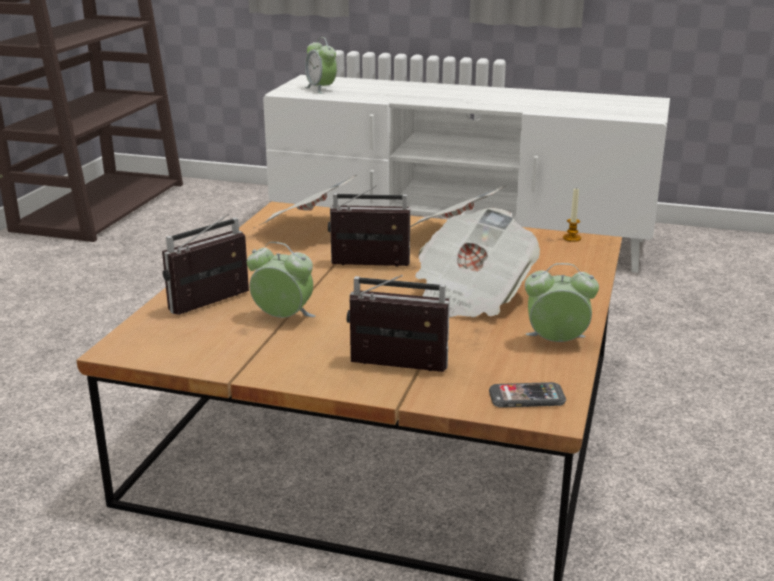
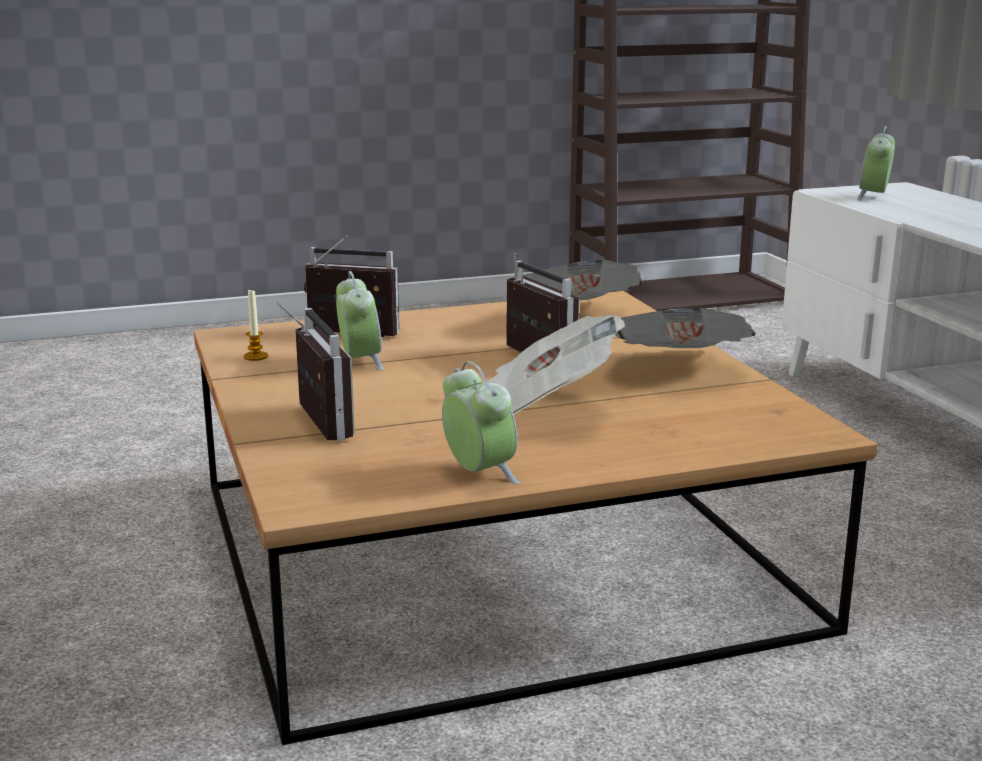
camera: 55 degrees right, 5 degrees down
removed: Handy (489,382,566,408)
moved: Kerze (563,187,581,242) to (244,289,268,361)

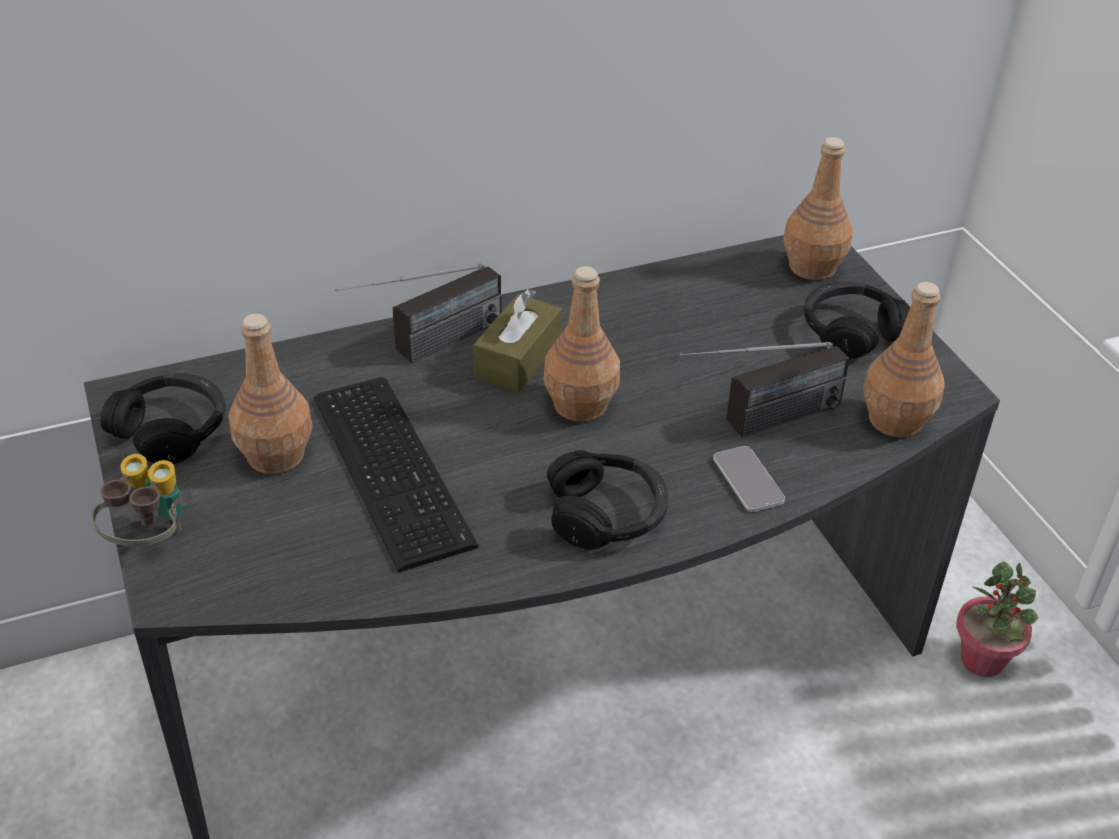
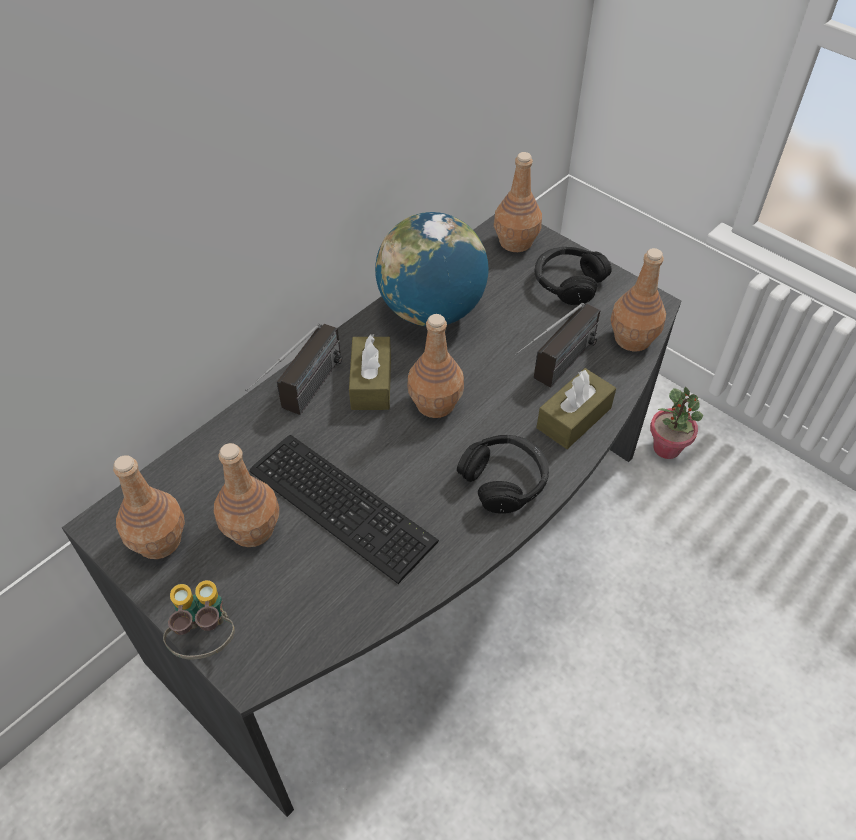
camera: 25 degrees left, 10 degrees up
added: Globus (375,212,488,327)
replaced: Kopfhörer/schwarz (100,374,225,464) to Flasche/braun (113,455,185,559); Handy (713,446,785,512) to Taschentuchbox/braun (537,368,616,449)

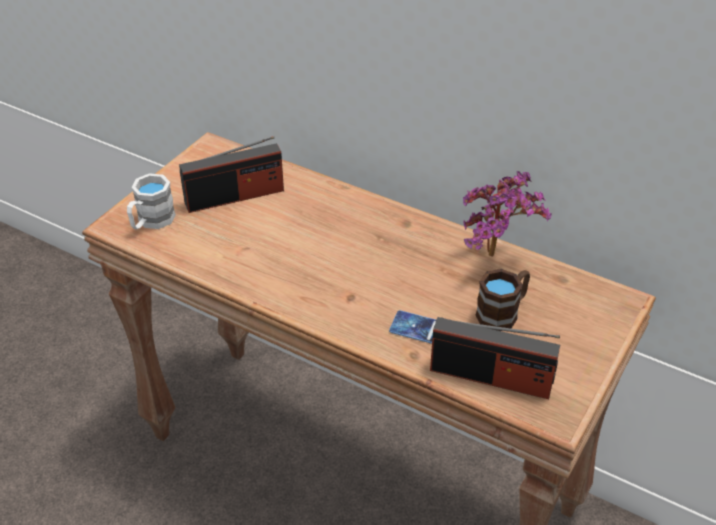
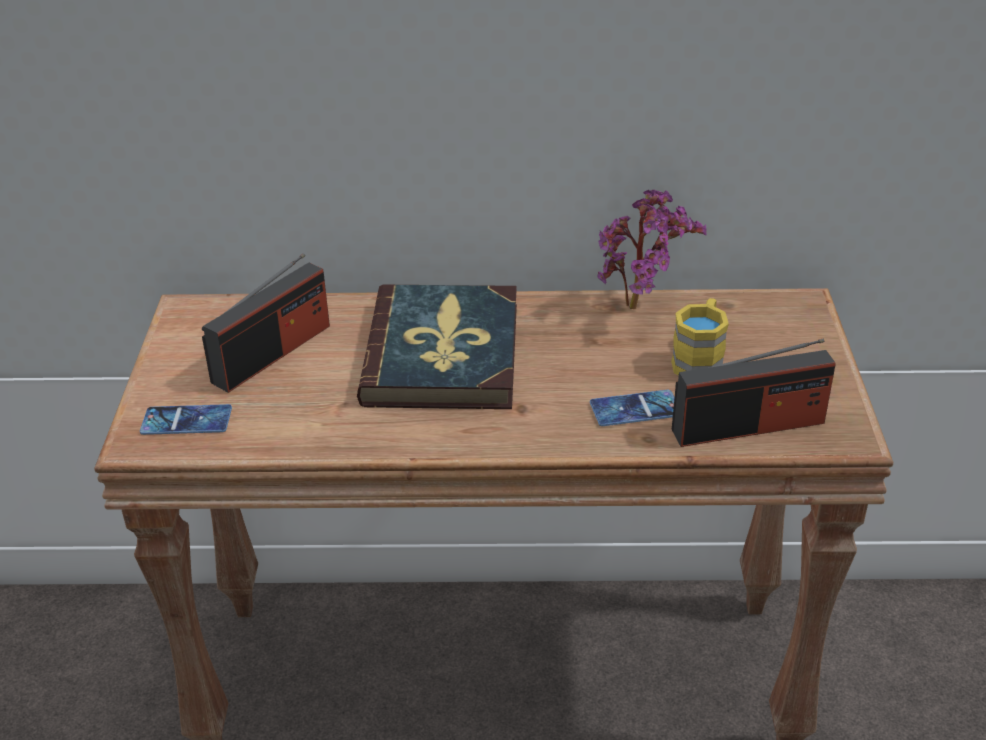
camera: 30 degrees left, 5 degrees down
added: Buch (357,285,517,409)
replaced: Henkelbecher/weiß (127,173,176,229) to Handy (140,404,232,435)
recoloured: Henkelbecher/braun (476,269,530,331) to Henkelbecher/gelb (671,298,729,376)

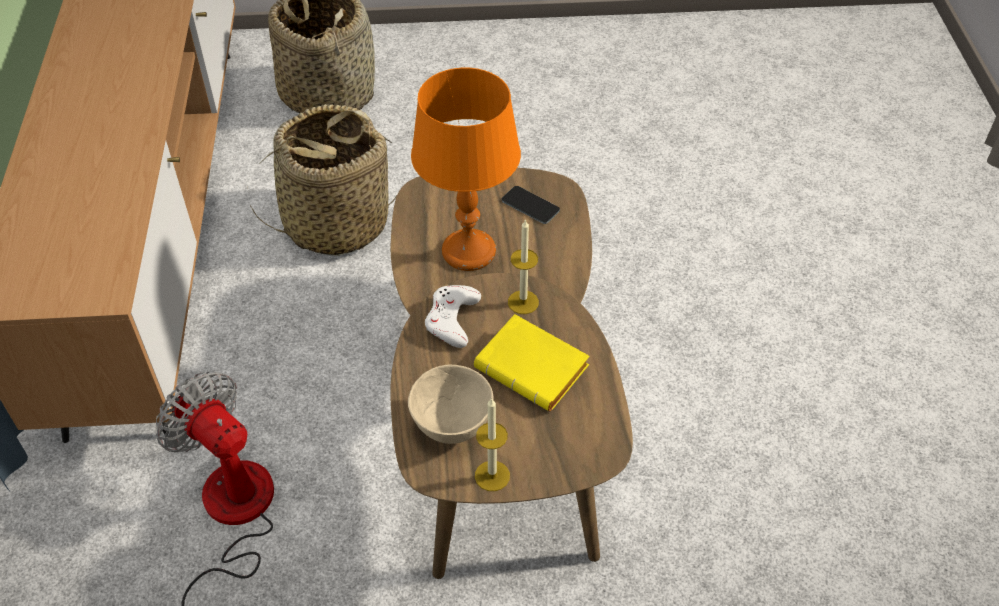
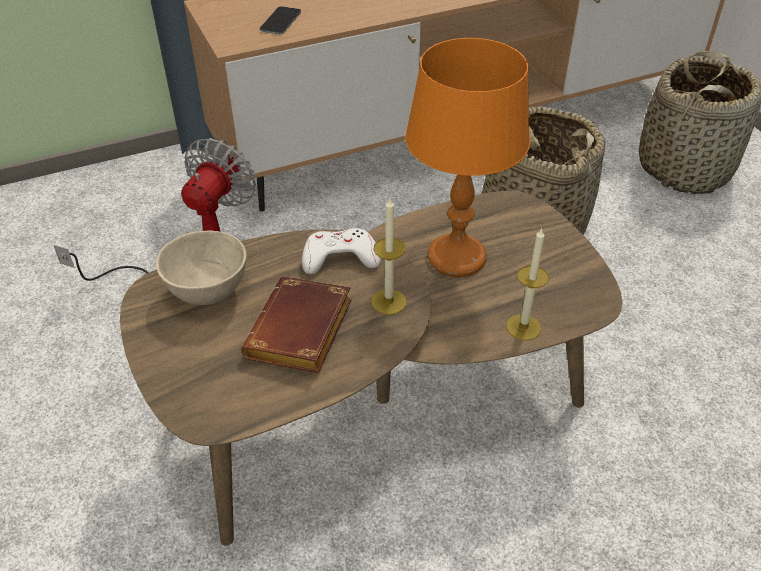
camera: 70 degrees right, 5 degrees down
moved: Kerze (475,398,510,491) to (506,228,549,340); Handy (501,186,560,224) to (260,6,301,34)
recoloured: Buch/gelb (474,314,590,412) to Buch/braun (241,276,352,373)

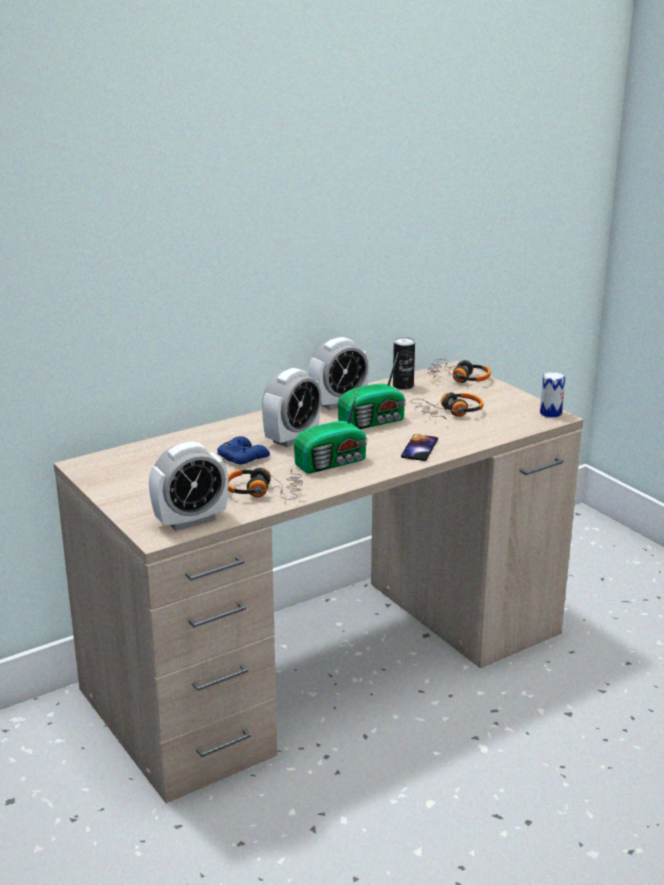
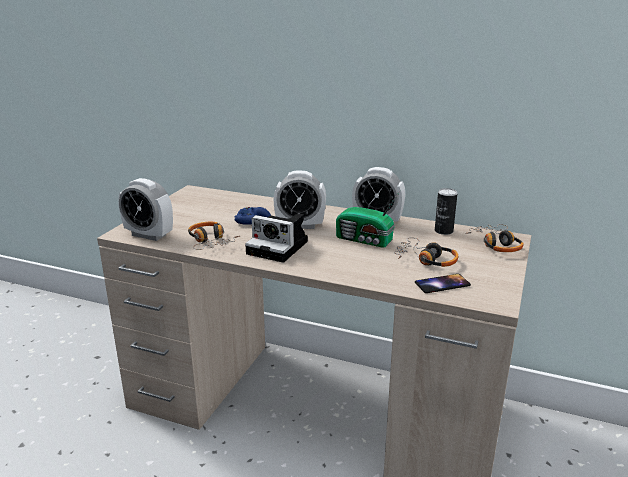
camera: 55 degrees right, 0 degrees up
removed: Dose (540,372,565,418)
moved: Handy (401,434,438,461) to (415,274,471,293)
replaced: Radio (294,388,367,474) to Kamera (245,214,308,263)

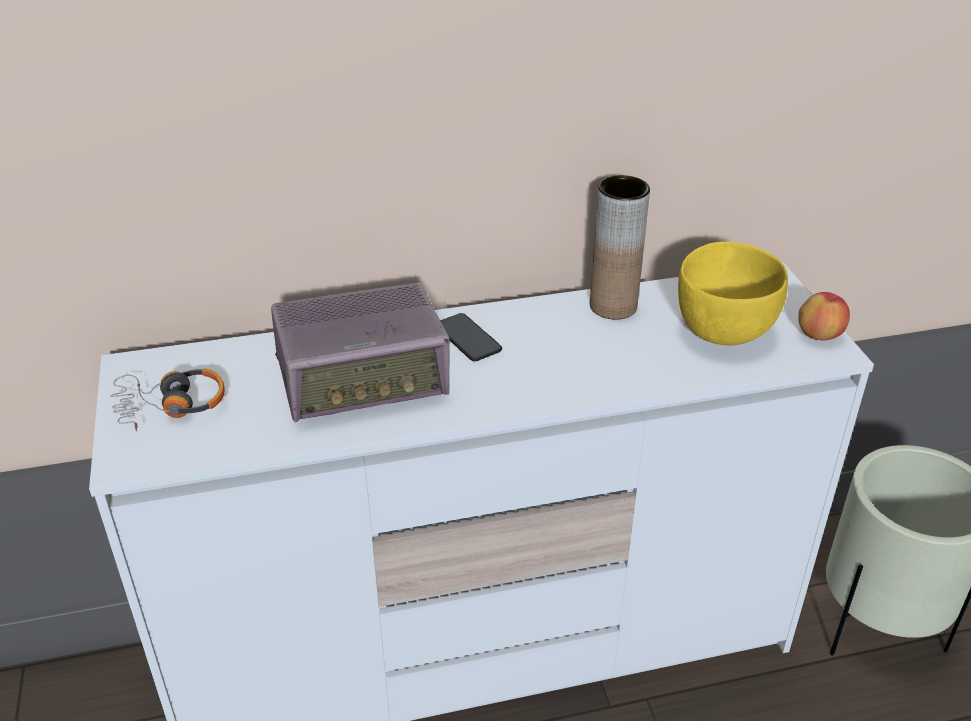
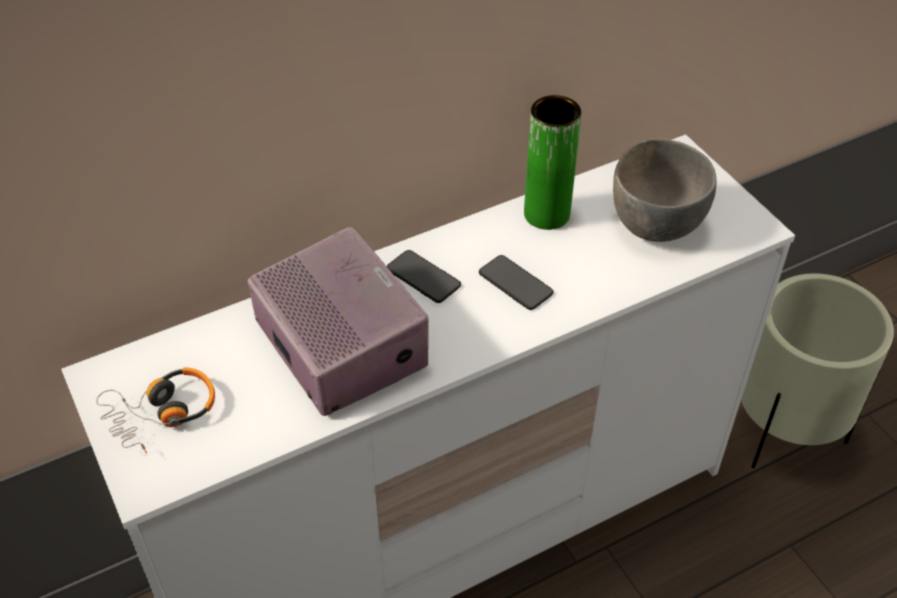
camera: 15 degrees left, 10 degrees up
removed: Apfel (798,292,850,340)
added: Handy (479,255,554,310)
recoloured: Vase/braun (590,175,650,320) to Vase/grün (524,95,581,230); Schüssel/gelb (678,242,788,346) to Schüssel/grau (613,139,717,242)
turned: Radio (271,283,450,422) = (248,227,429,416) 90 degrees counterclockwise

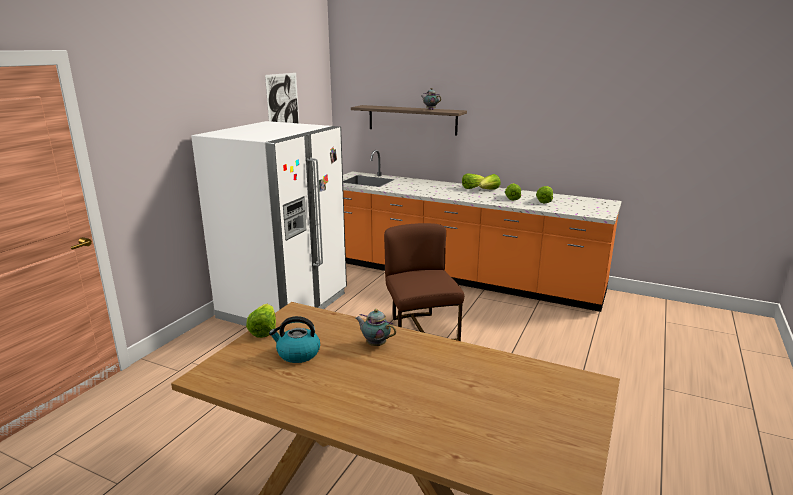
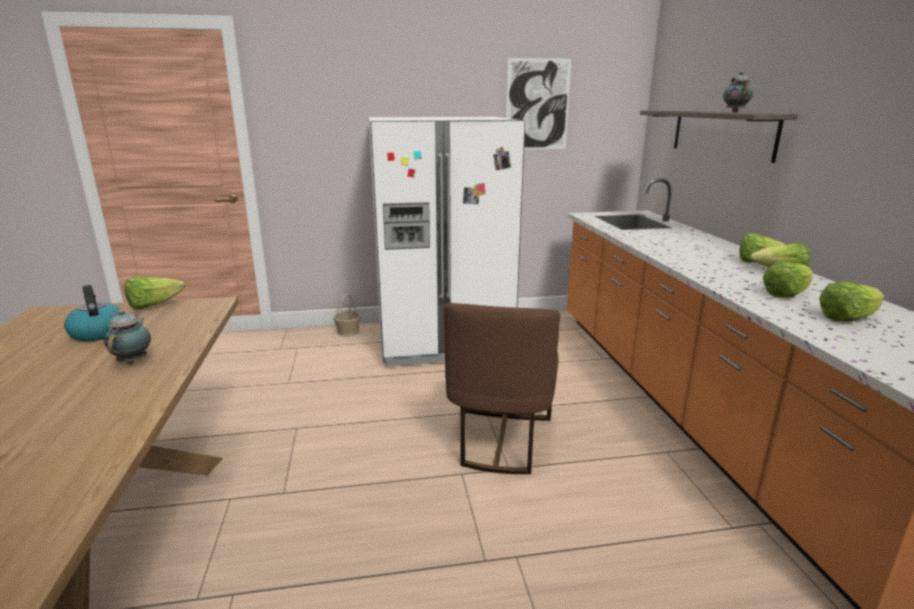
camera: 55 degrees right, 0 degrees up
added: Korb (334,294,361,337)
turned: Stuhl/braun (384,223,464,341) = (444,303,560,474) 150 degrees clockwise

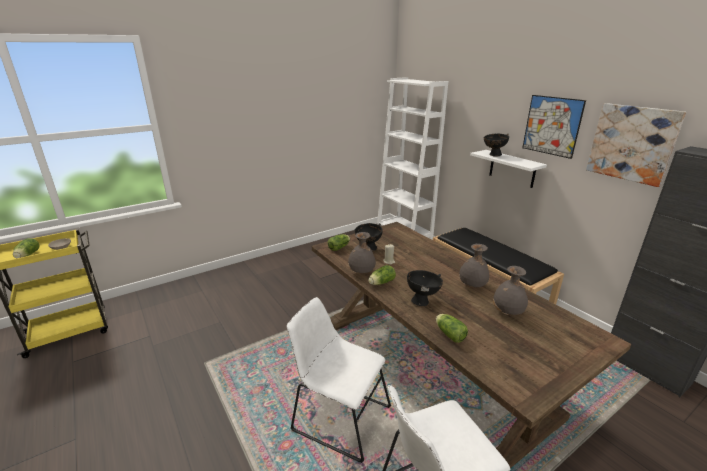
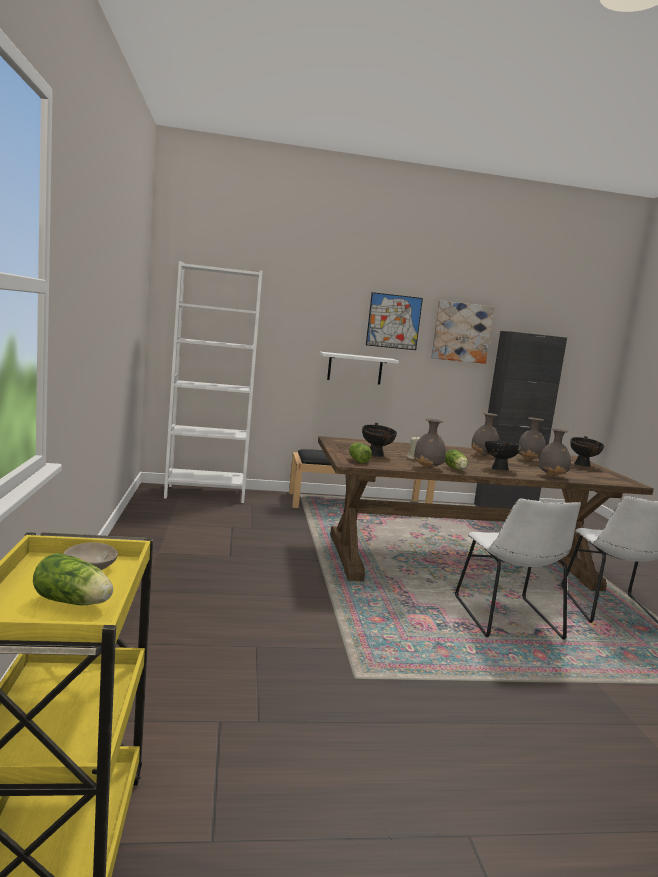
camera: 65 degrees left, 15 degrees down
moved: Schüssel/schwarz (484,133,509,157) to (570,436,604,467)
replaced: Salatkopf (436,314,468,343) to Vase/grau (538,428,571,476)
turned: Stuhl/weiß (287,297,391,463) = (455,499,581,639) 60 degrees counterclockwise

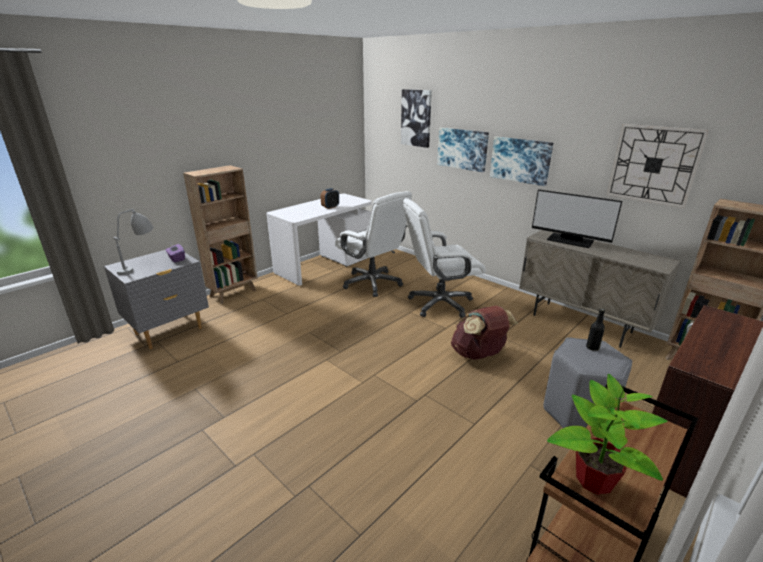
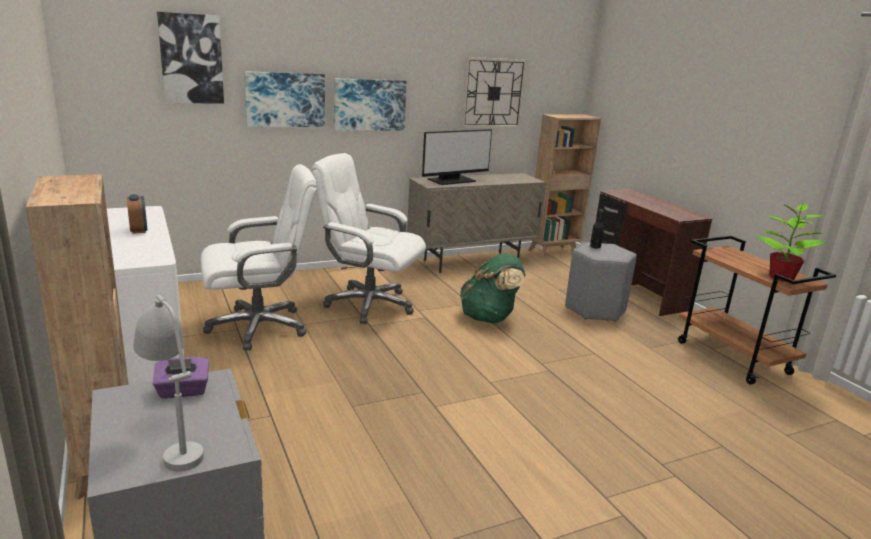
camera: 70 degrees left, 5 degrees down
recoloured: Rucksack/braun (451,306,518,360) to Rucksack/grün (460,253,526,324)
turned: Bürostuhl/weiß (403,198,486,318) = (312,153,426,324) 105 degrees clockwise

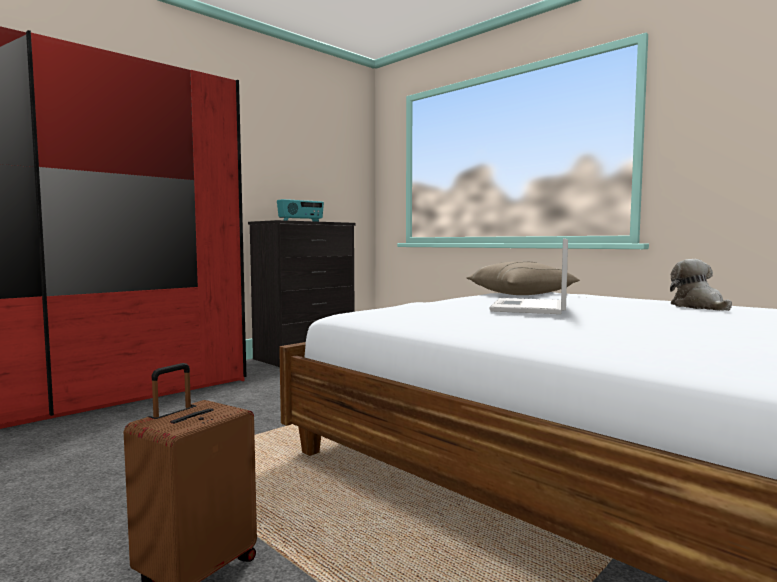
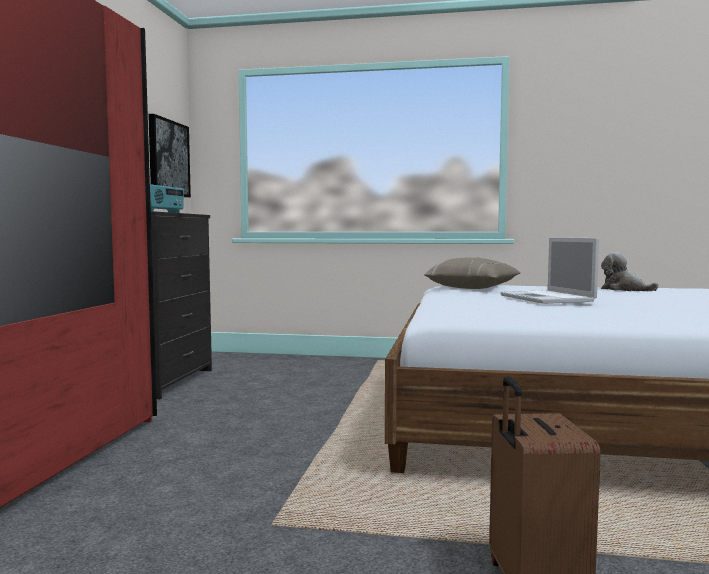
camera: 35 degrees left, 0 degrees up
added: Bild (148,114,191,198)

